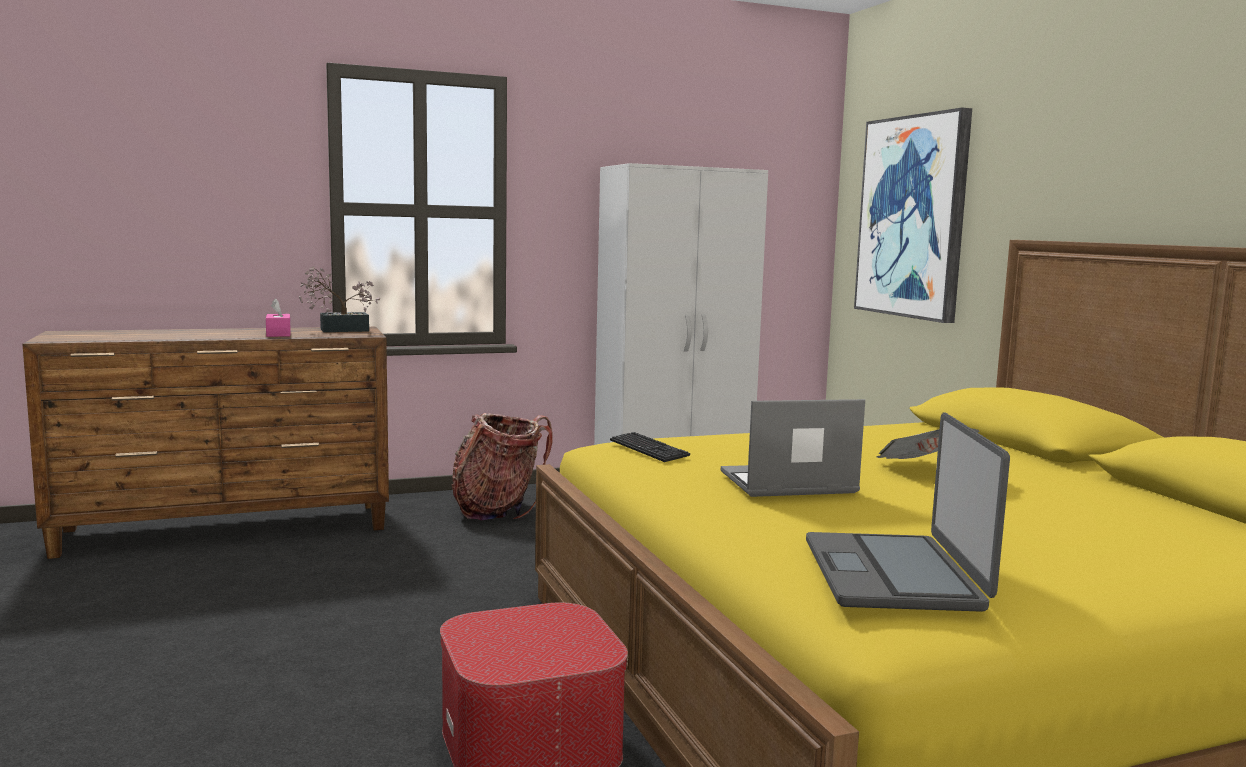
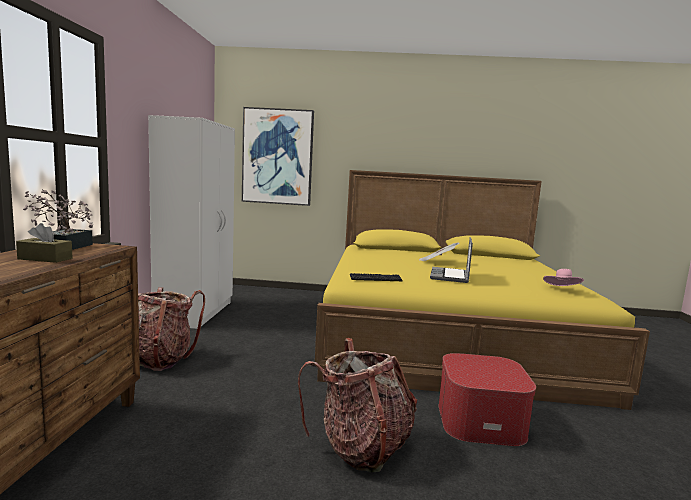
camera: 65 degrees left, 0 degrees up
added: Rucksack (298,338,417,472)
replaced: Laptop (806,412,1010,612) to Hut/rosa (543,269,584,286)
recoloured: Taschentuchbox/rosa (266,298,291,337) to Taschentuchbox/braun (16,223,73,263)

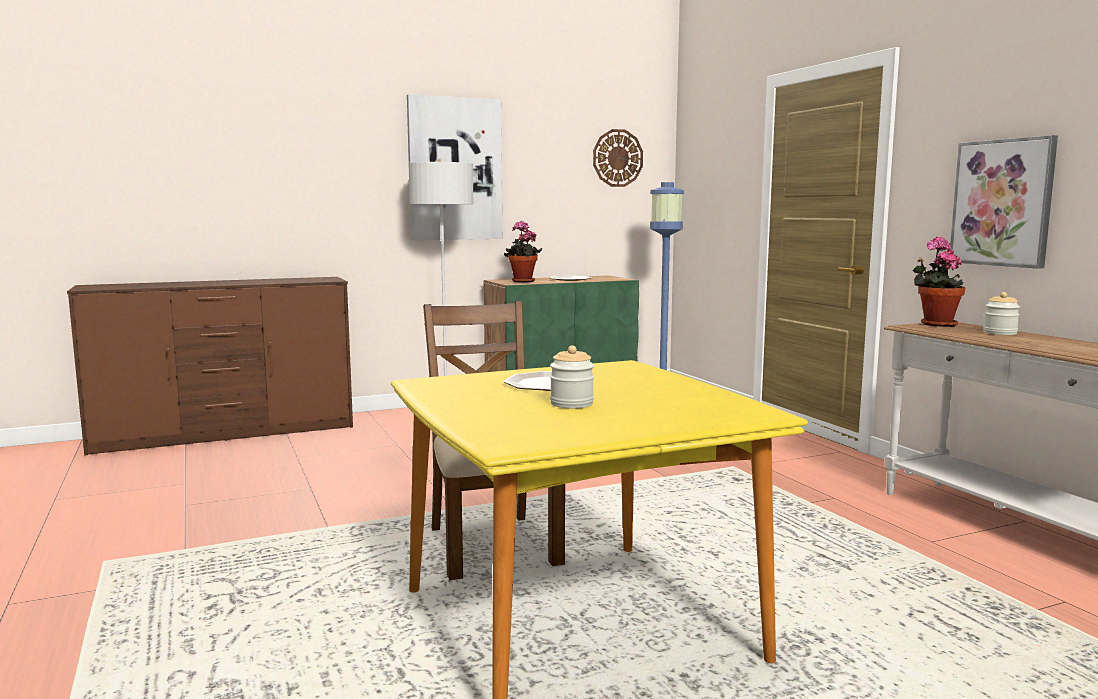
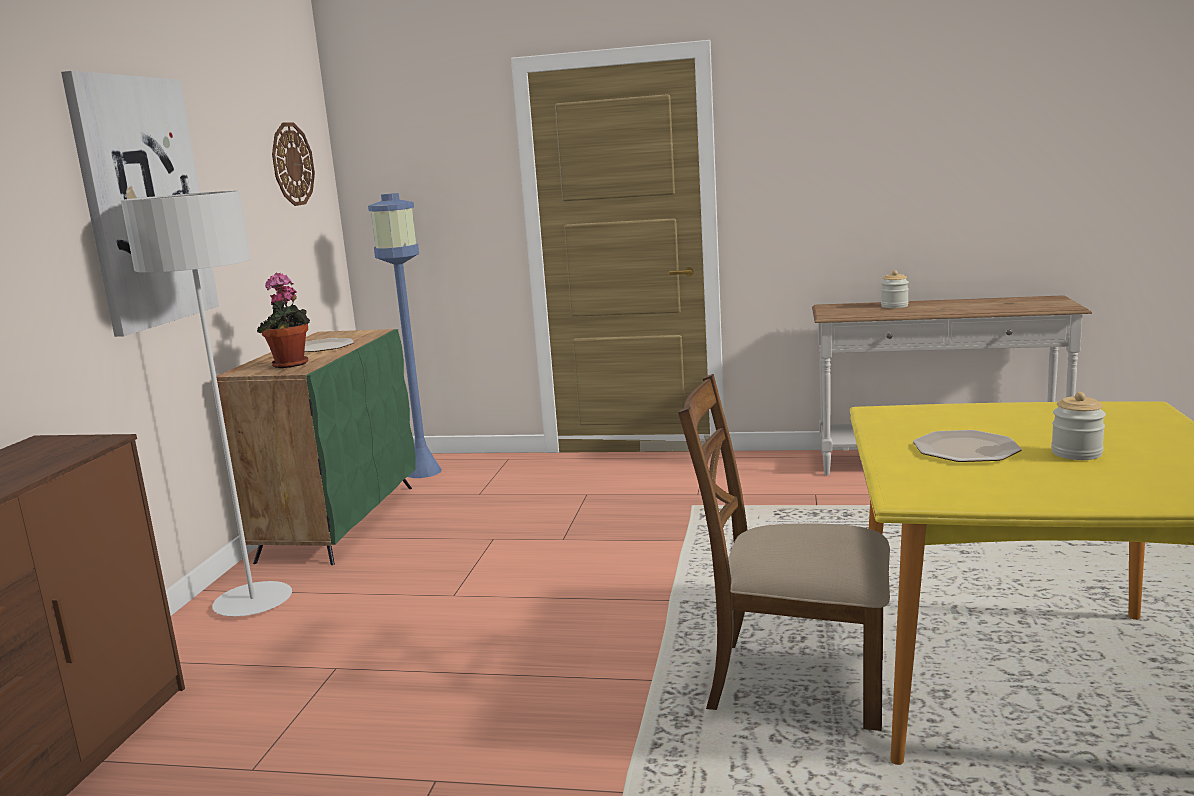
camera: 55 degrees left, 5 degrees up
removed: Topfpflanze (913,236,965,327); Bild (950,135,1058,269)

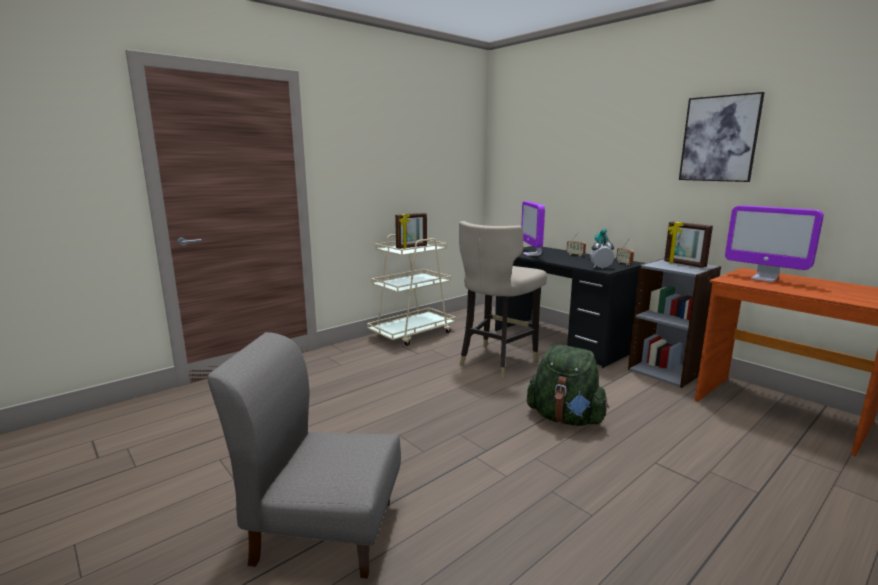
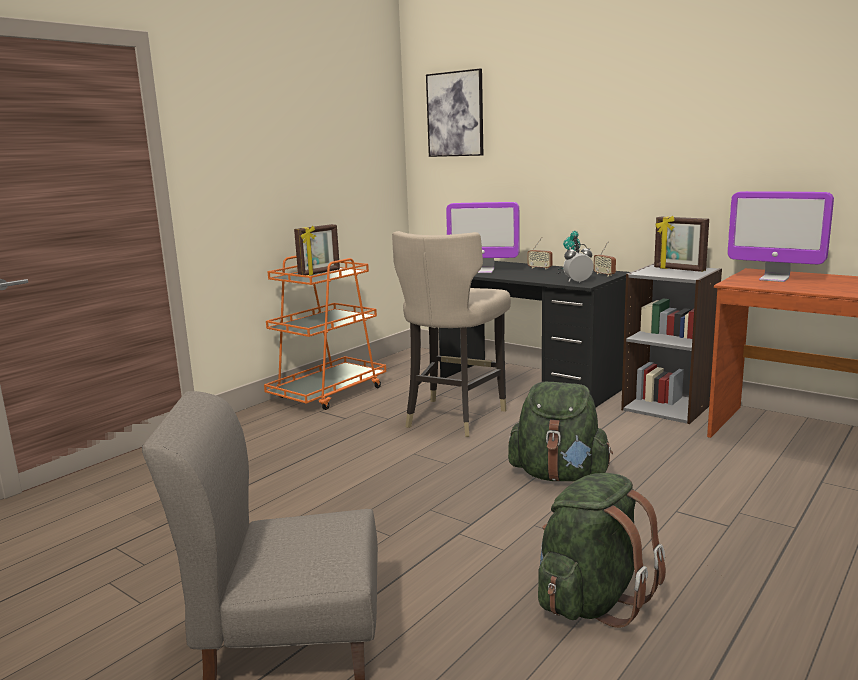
camera: 10 degrees left, 0 degrees up
added: Rucksack/grün (538,473,666,628)
moved: Bild (679,92,765,182) to (426,69,483,157)
recoloured: Rollwagen/beige (367,234,456,346) to Rollwagen/orange (264,256,386,410)
turned: Monitor (521,201,545,256) = (446,202,520,273) 60 degrees counterclockwise

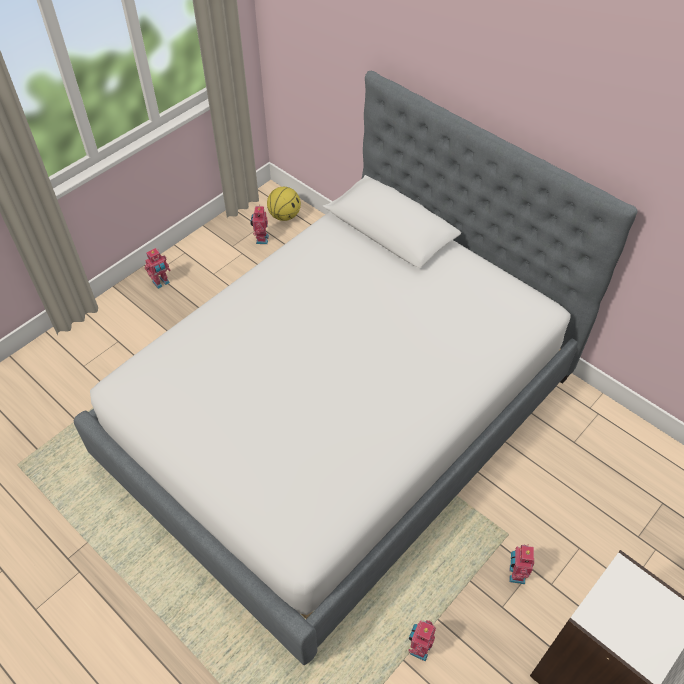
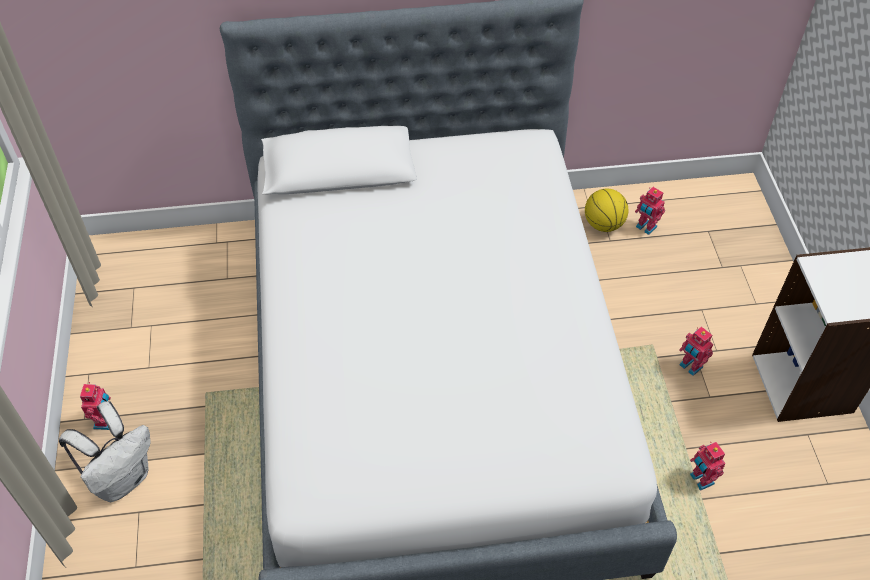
camera: 50 degrees left, 0 degrees up
added: Rucksack/weiß (59,401,151,502)
moved: Spielzeugroboter (250,204,269,244) to (635,187,665,235); Basketball (267,187,301,221) to (585,189,628,232)

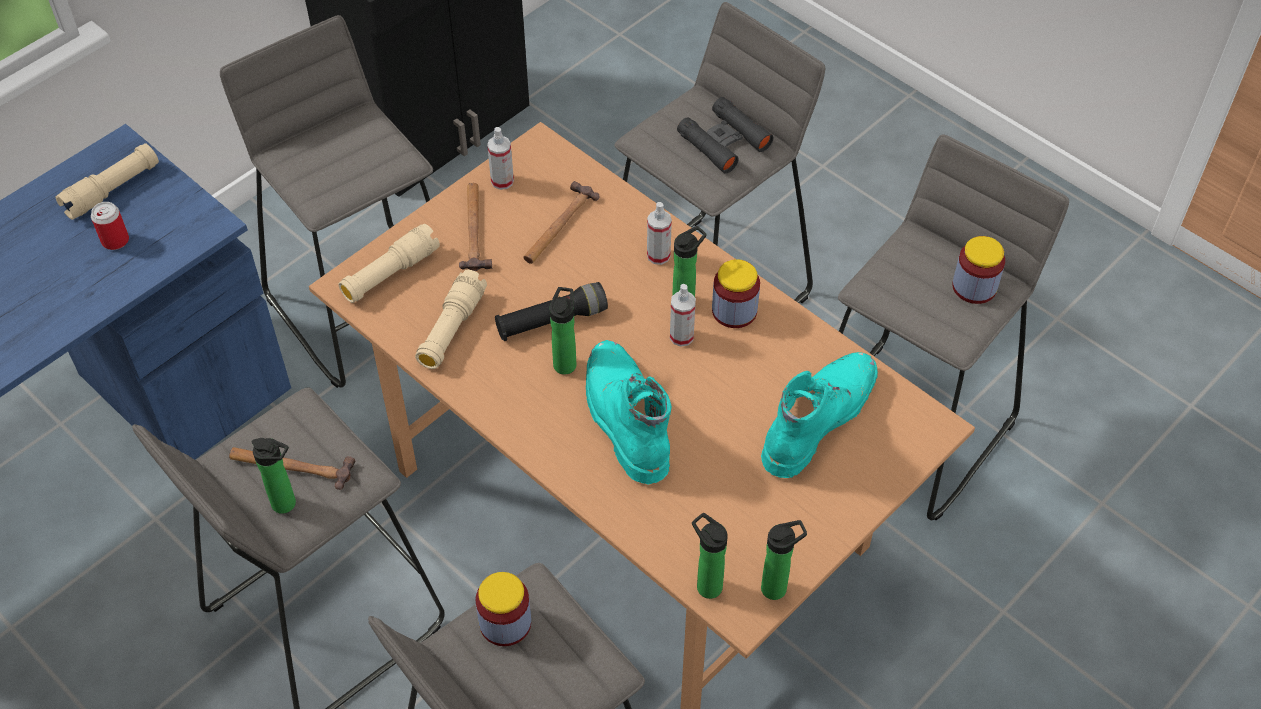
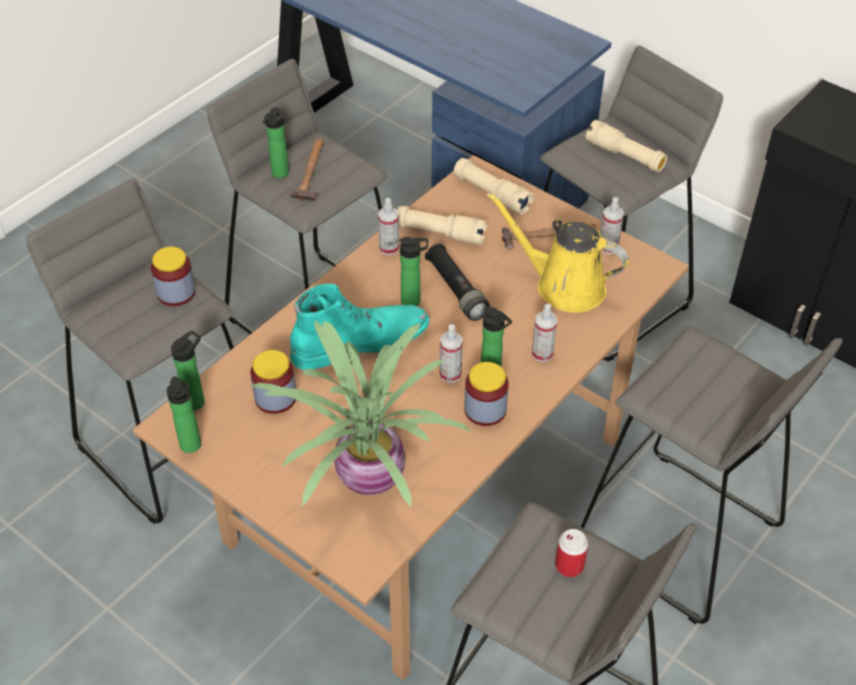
camera: 85 degrees right, 5 degrees down
removed: Fernglas/schwarz (677,97,774,173)
added: Sprühflasche (378,198,399,255)
moved: Taschenlampe/beige (56,143,159,220) to (586,120,667,172); Dose (91,202,129,250) to (555,529,588,577); Vorratsglas (952,236,1005,304) to (250,350,296,414)
replaced: Hammer (524,181,600,264) to Gießkanne/gelb (487,192,629,313); Stiefel/türkis (761,352,878,478) to Topfpflanze (251,321,472,507)

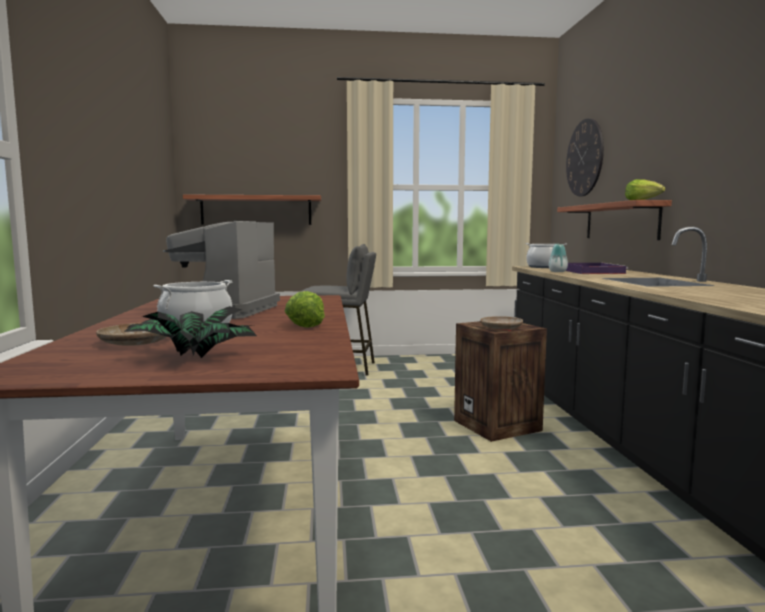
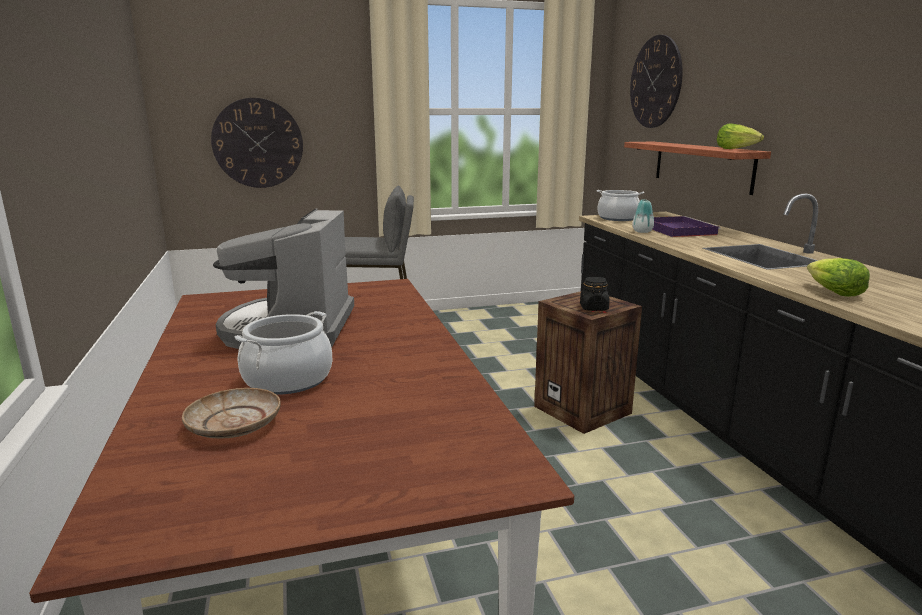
camera: 10 degrees left, 10 degrees up
removed: Topfpflanze (124,306,257,358)
moved: Salatkopf (284,291,325,328) to (807,258,870,297)
replaced: Wandregal (183,194,321,225) to Wanduhr (211,98,303,188); Teller/beige (480,316,523,330) to Vorratsglas/schwarz (580,277,609,311)

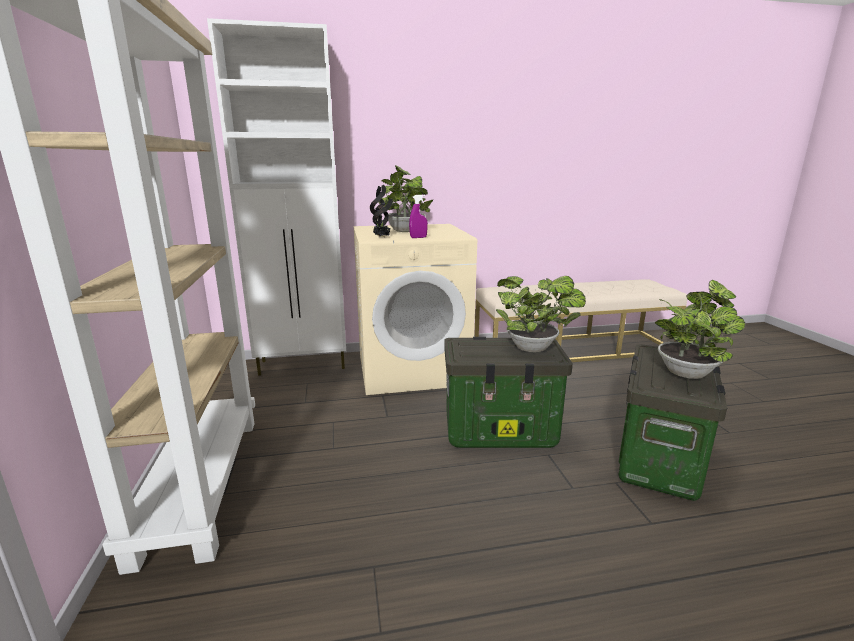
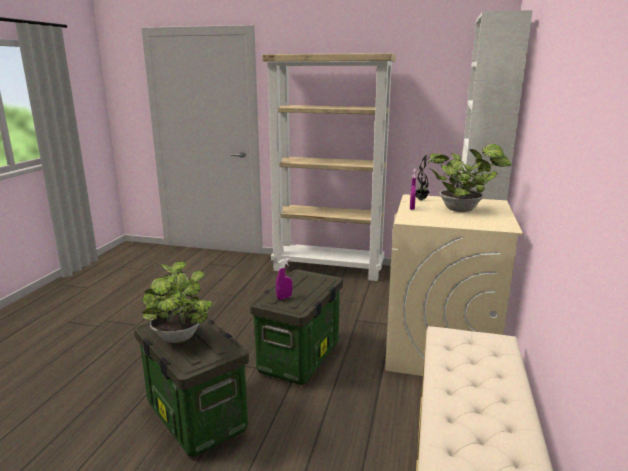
camera: 115 degrees right, 0 degrees up
replaced: Topfpflanze (496,276,586,352) to Sprühflasche/lila (276,258,292,300)

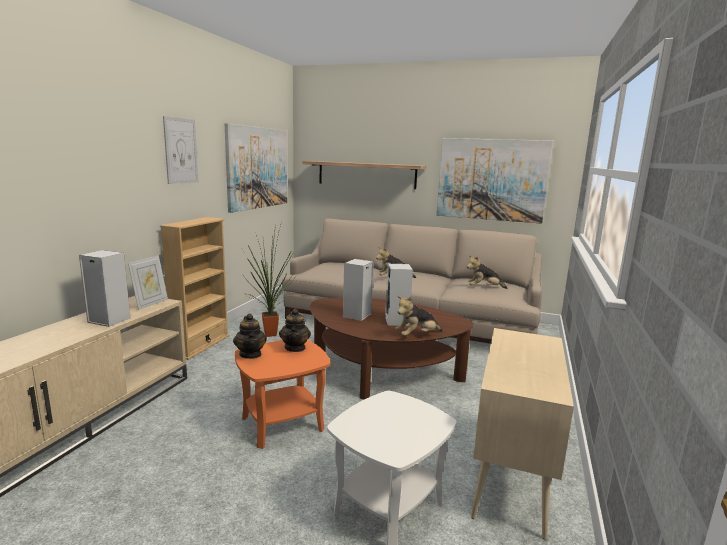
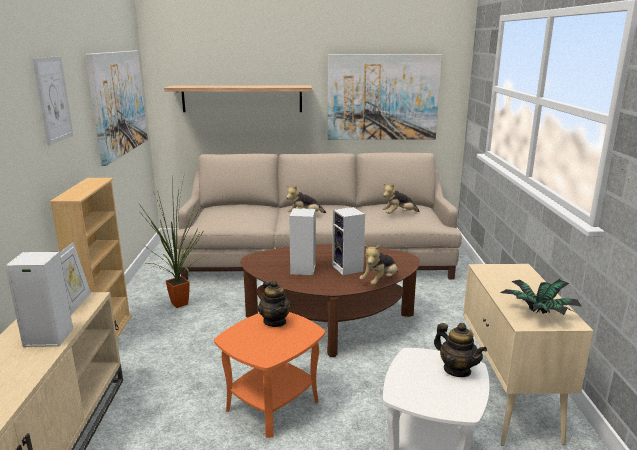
camera: 20 degrees left, 5 degrees up
added: Topfpflanze (500,279,582,315)
moved: Teekanne (233,314,267,359) to (434,323,487,377)

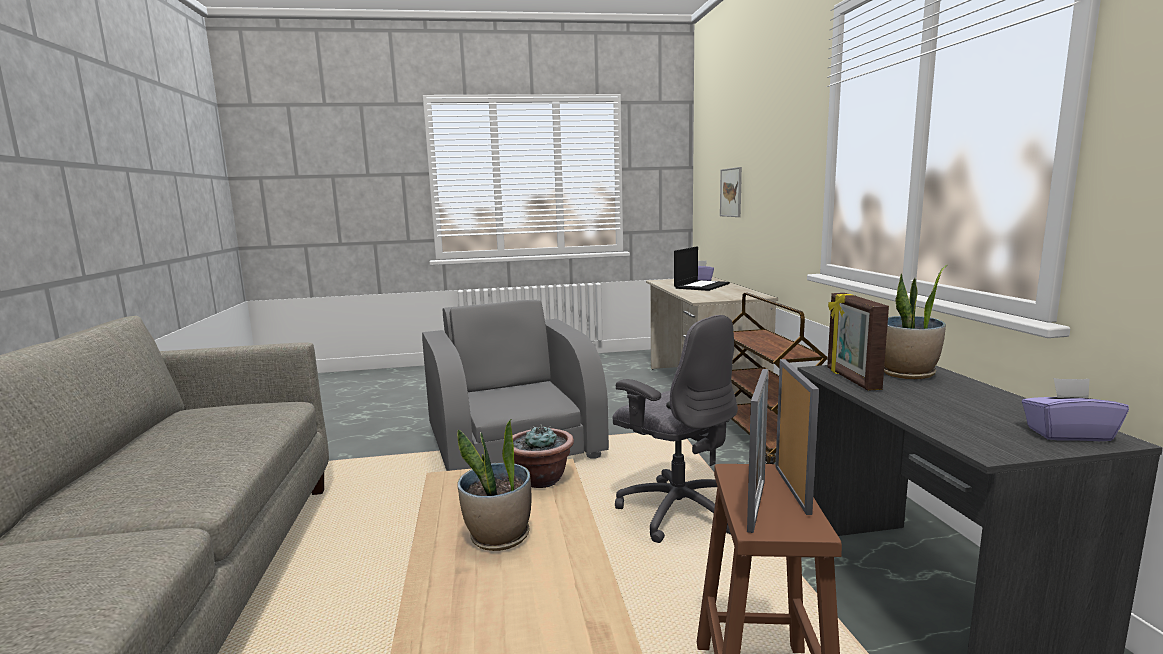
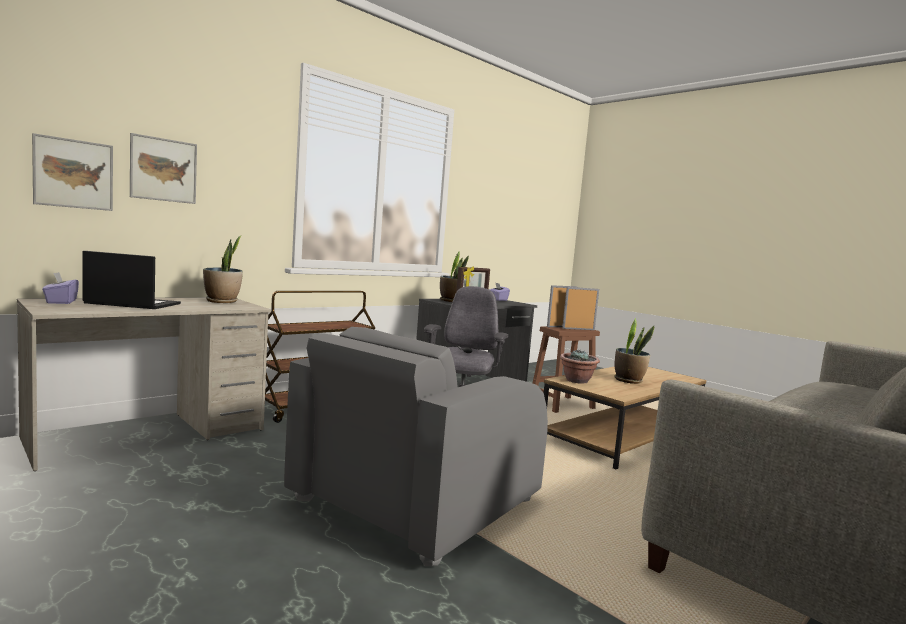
camera: 125 degrees left, 5 degrees down
added: Bild (130,133,197,204); Topfpflanze (203,236,243,303)

